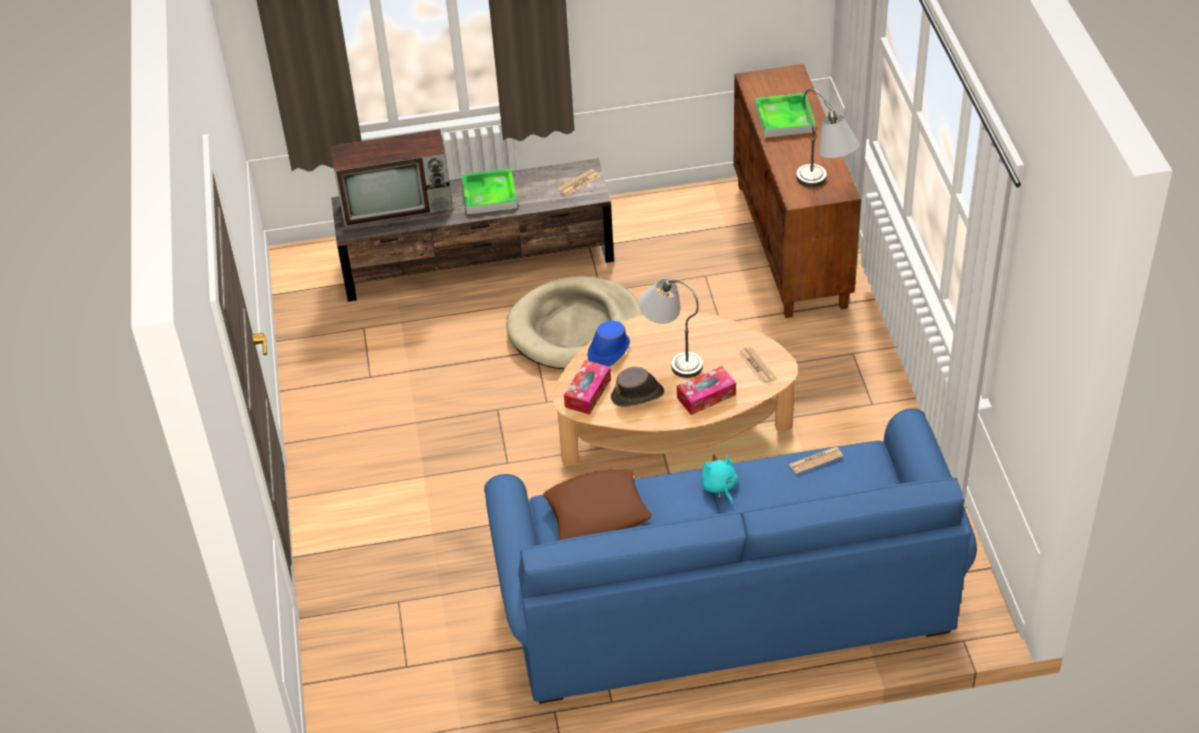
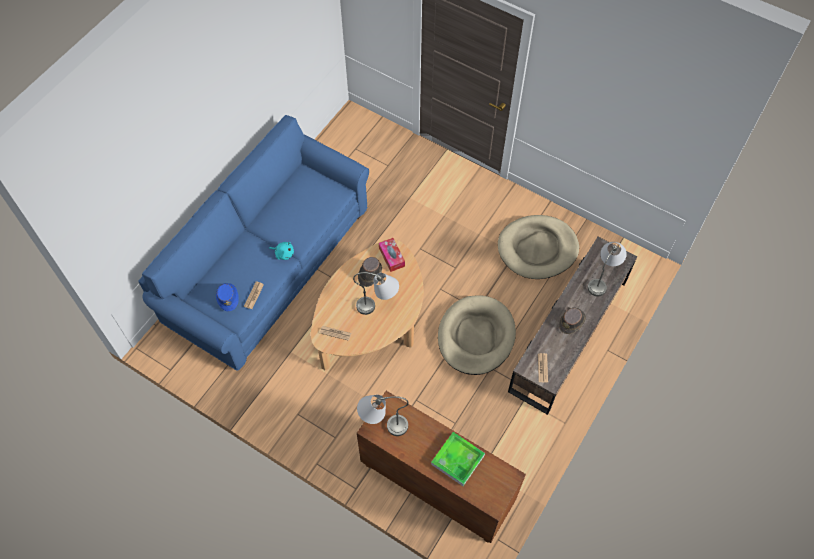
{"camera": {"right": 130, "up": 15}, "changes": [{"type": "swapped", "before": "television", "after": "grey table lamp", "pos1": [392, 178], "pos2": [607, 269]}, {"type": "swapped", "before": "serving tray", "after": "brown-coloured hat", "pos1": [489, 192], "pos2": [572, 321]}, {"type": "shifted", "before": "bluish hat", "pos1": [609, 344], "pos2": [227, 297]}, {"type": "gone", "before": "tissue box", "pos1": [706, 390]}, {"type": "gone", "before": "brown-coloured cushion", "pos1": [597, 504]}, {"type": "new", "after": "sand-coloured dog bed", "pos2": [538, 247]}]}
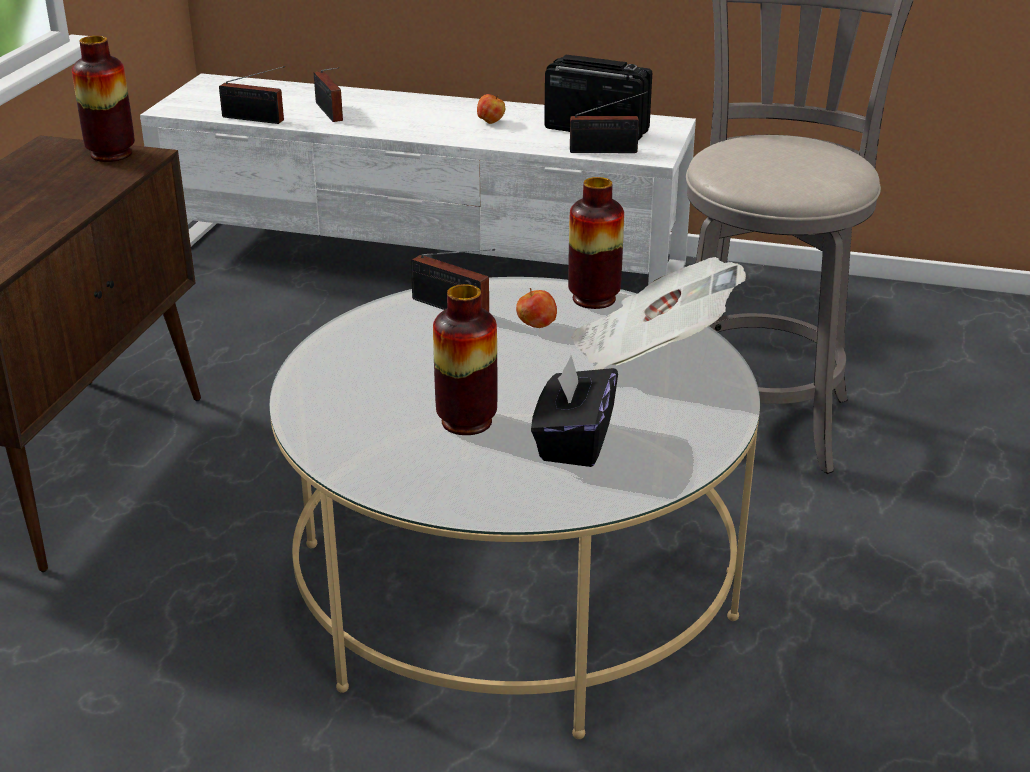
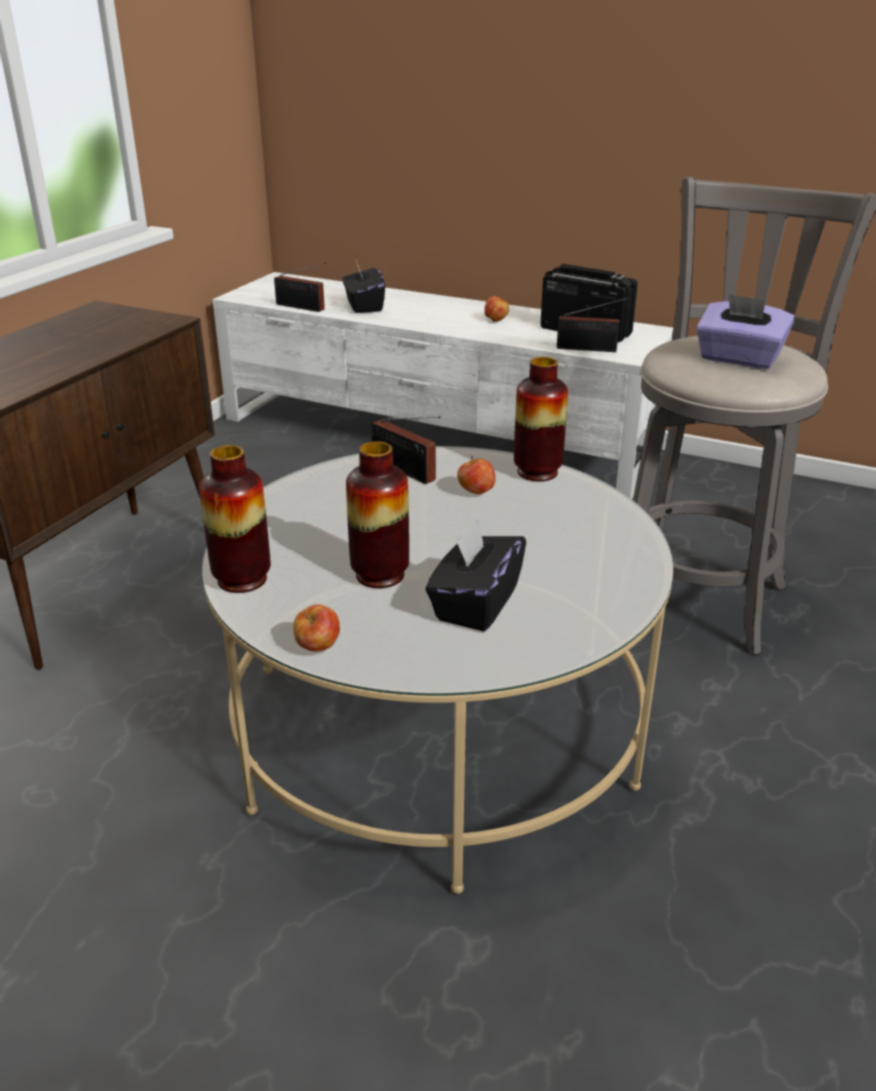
{"camera": {"right": 10, "up": 0}, "changes": [{"type": "shifted", "before": "decorative vase", "pos1": [103, 99], "pos2": [235, 519]}, {"type": "swapped", "before": "radio", "after": "black tissue box", "pos1": [328, 94], "pos2": [363, 287]}, {"type": "gone", "before": "printed paper", "pos1": [659, 313]}, {"type": "new", "after": "purple-coloured tissue box", "pos2": [745, 331]}, {"type": "new", "after": "apple", "pos2": [316, 627]}]}
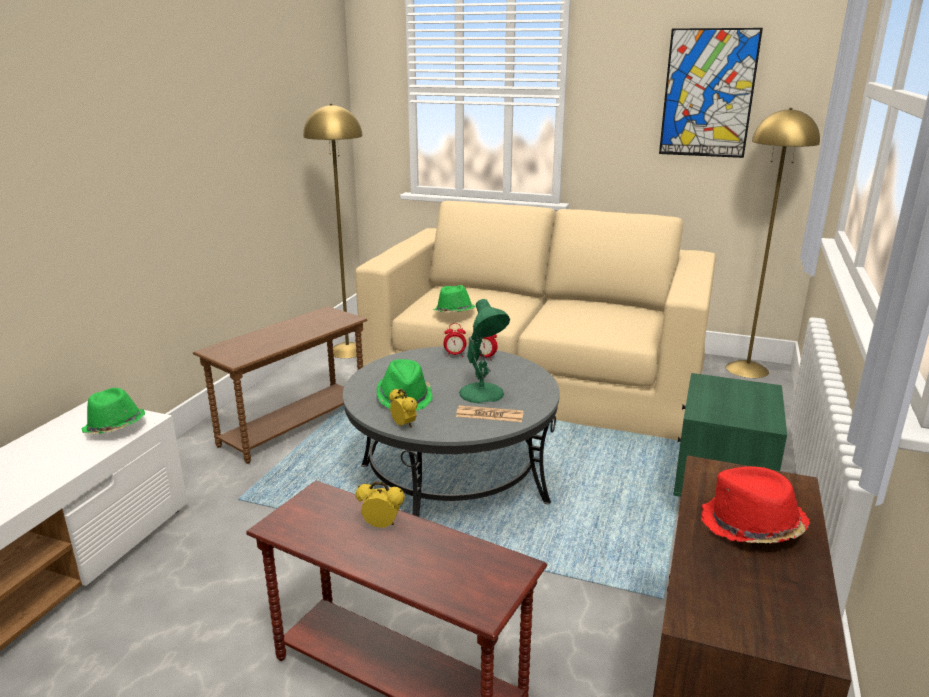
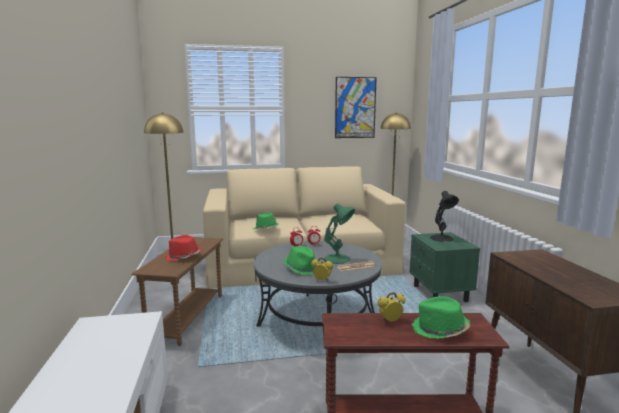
{"camera": {"right": -30, "up": -10}, "changes": [{"type": "shifted", "before": "green hat", "pos1": [113, 411], "pos2": [441, 317]}, {"type": "shifted", "before": "reddish hat", "pos1": [755, 504], "pos2": [184, 248]}, {"type": "new", "after": "black table lamp", "pos2": [444, 216]}]}
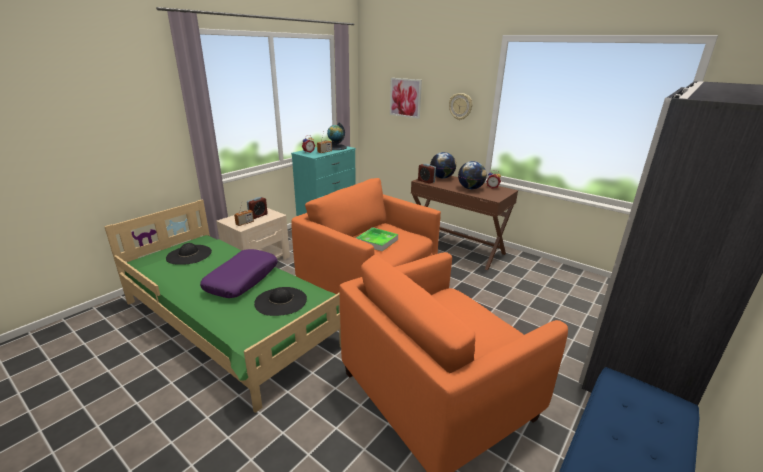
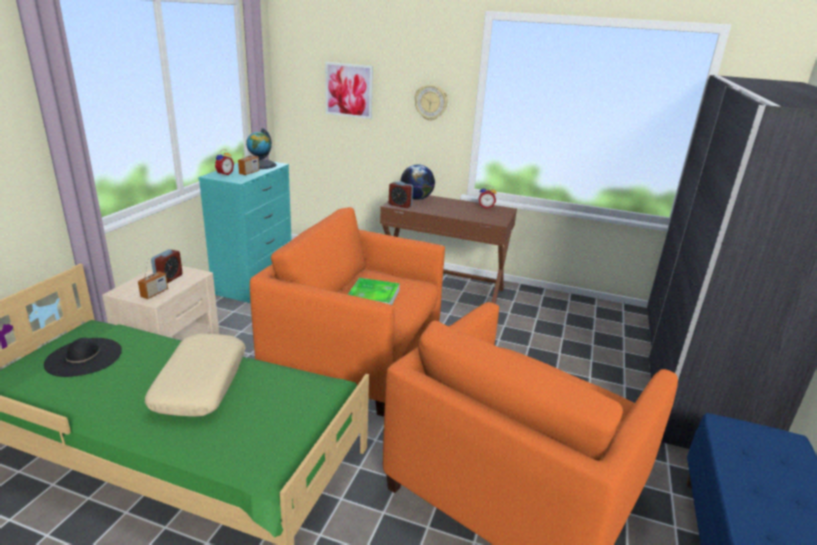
{"camera": {"right": -20, "up": 0}, "changes": [{"type": "gone", "before": "globe", "pos1": [472, 175]}, {"type": "repainted", "before": "purple-coloured cushion", "after": "sand-coloured cushion", "pos1": [239, 273], "pos2": [195, 375]}, {"type": "gone", "before": "black hat", "pos1": [280, 301]}]}
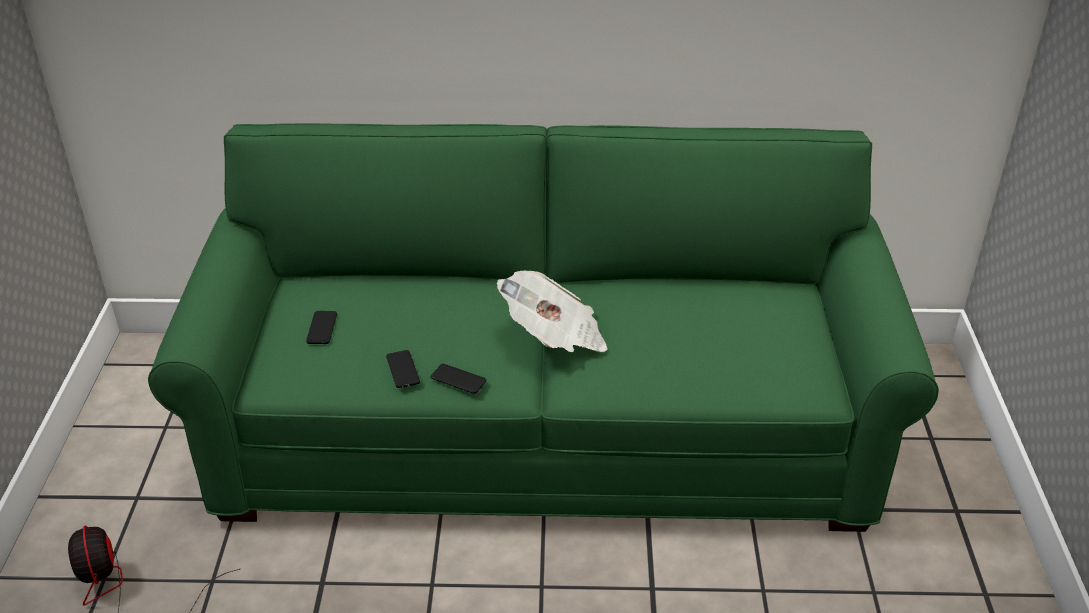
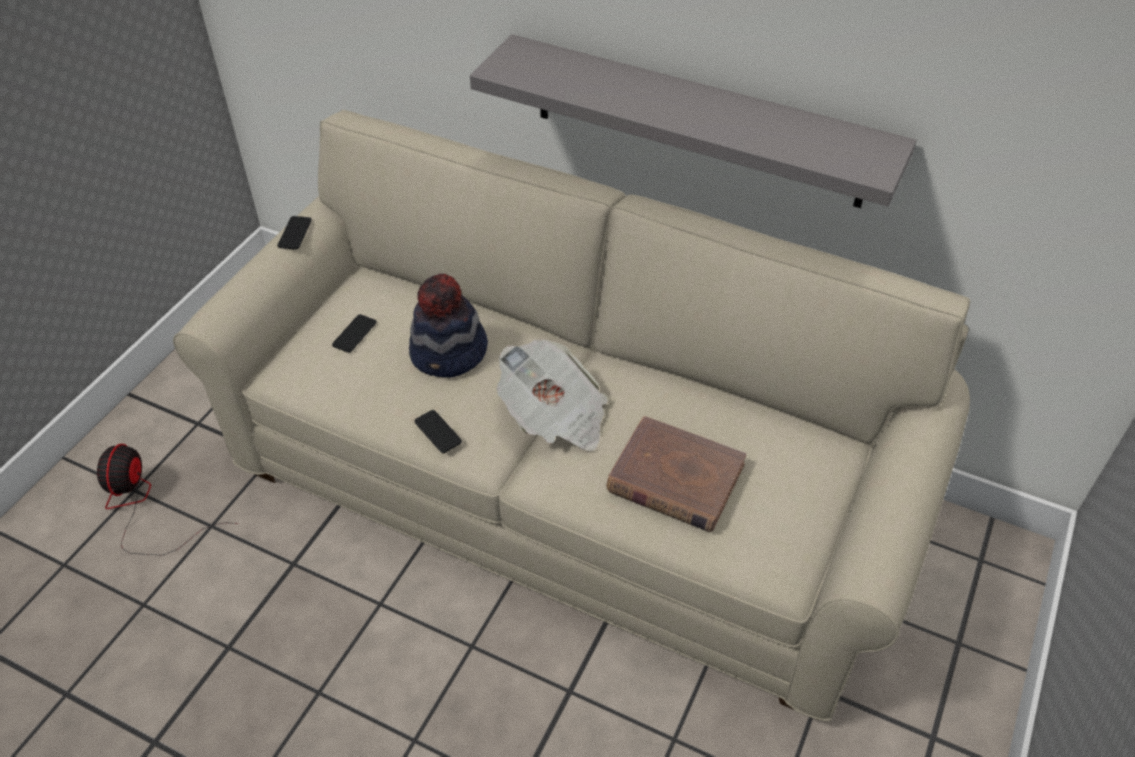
{"camera": {"right": 25, "up": 10}, "changes": [{"type": "repainted", "before": "green settee", "after": "sand-coloured settee", "pos1": [543, 327], "pos2": [571, 416]}, {"type": "shifted", "before": "telephone", "pos1": [403, 369], "pos2": [294, 233]}, {"type": "new", "after": "grey wall shelf", "pos2": [693, 121]}, {"type": "new", "after": "hat", "pos2": [448, 326]}, {"type": "new", "after": "brown-coloured bound book", "pos2": [676, 474]}]}
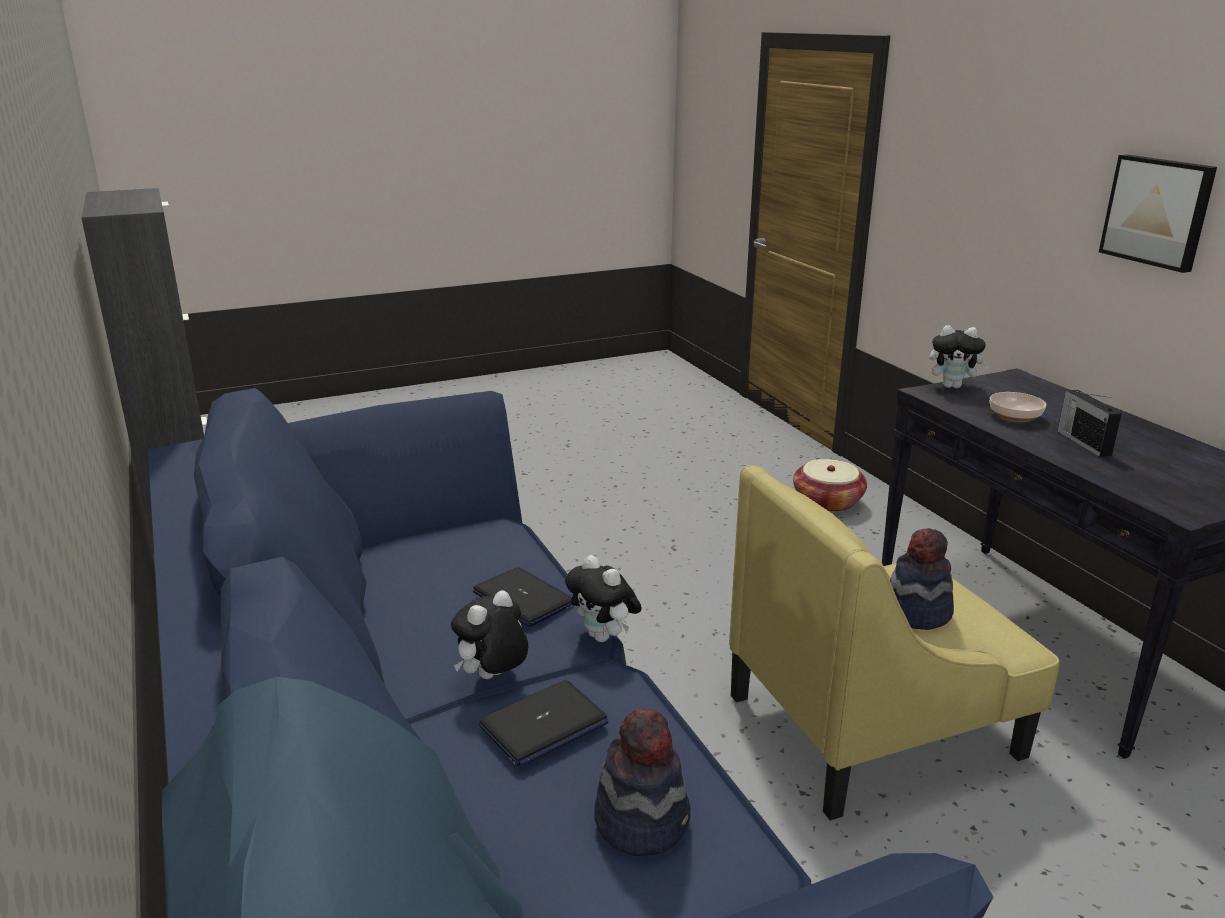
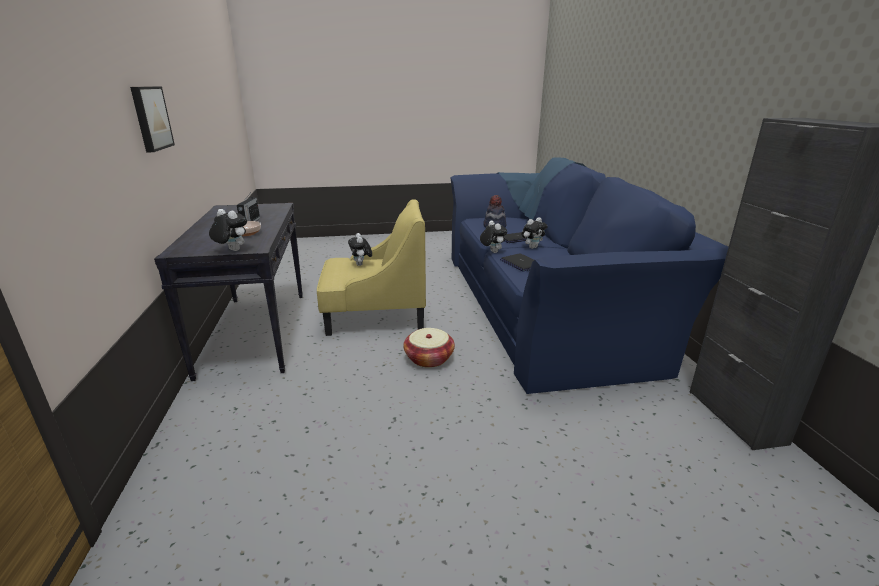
{"camera": {"right": -165, "up": 0}, "changes": [{"type": "shifted", "before": "household basket", "pos1": [830, 485], "pos2": [429, 348]}, {"type": "swapped", "before": "hat", "after": "plush toy", "pos1": [922, 579], "pos2": [360, 249]}]}
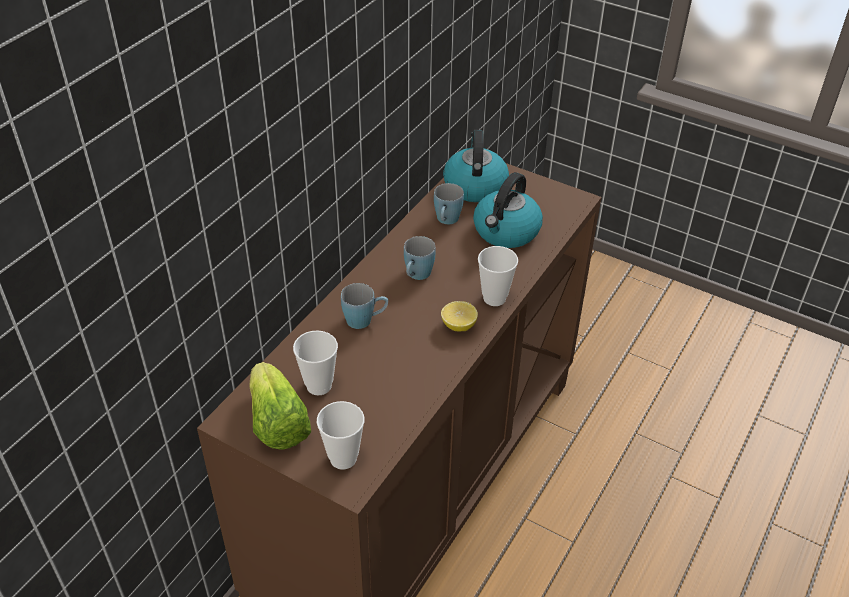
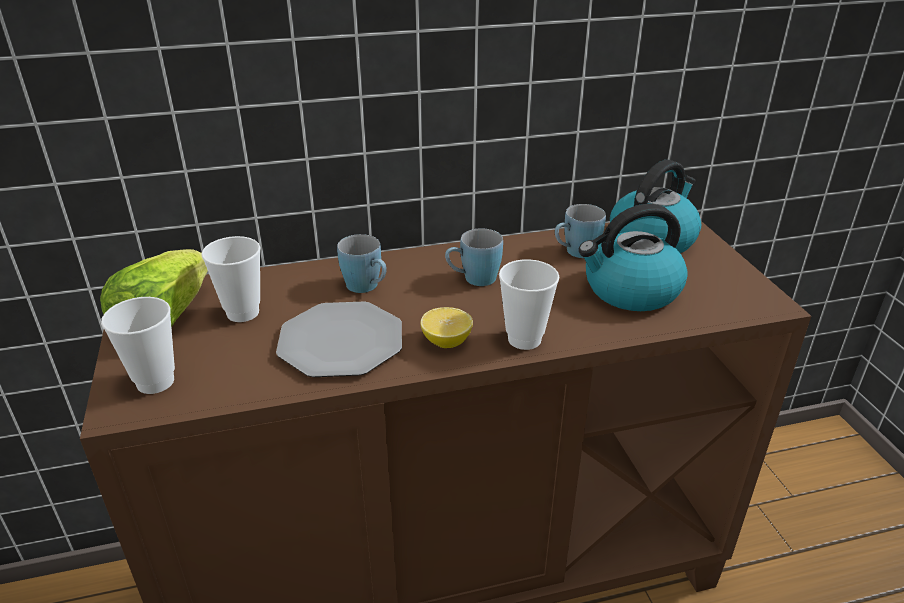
{"camera": {"right": 45, "up": -10}, "changes": [{"type": "new", "after": "flat dish", "pos2": [339, 339]}]}
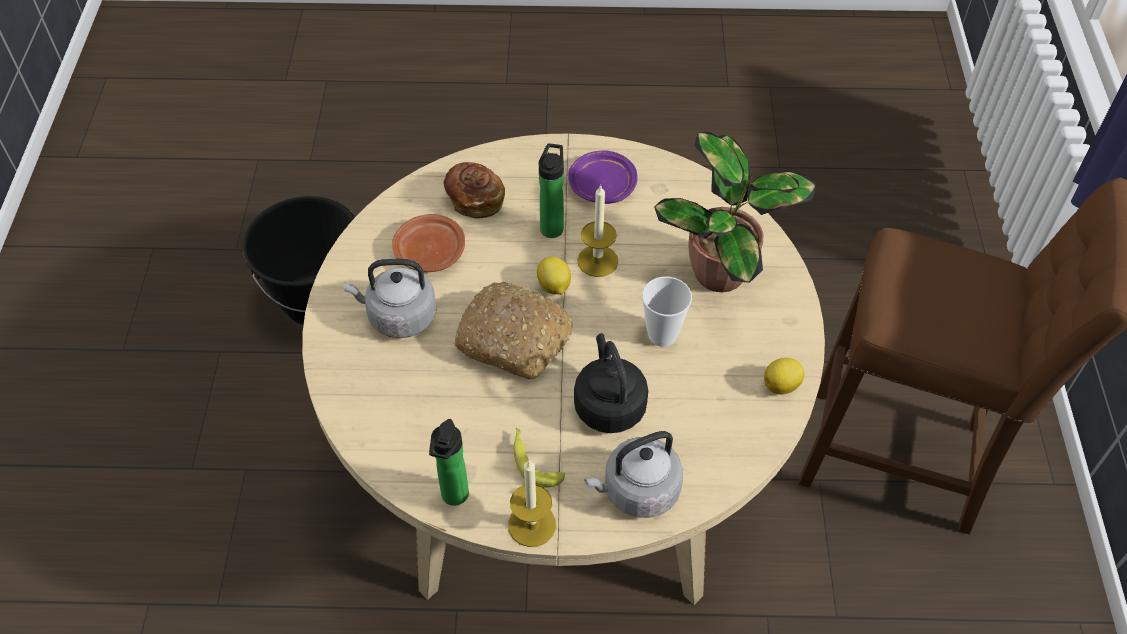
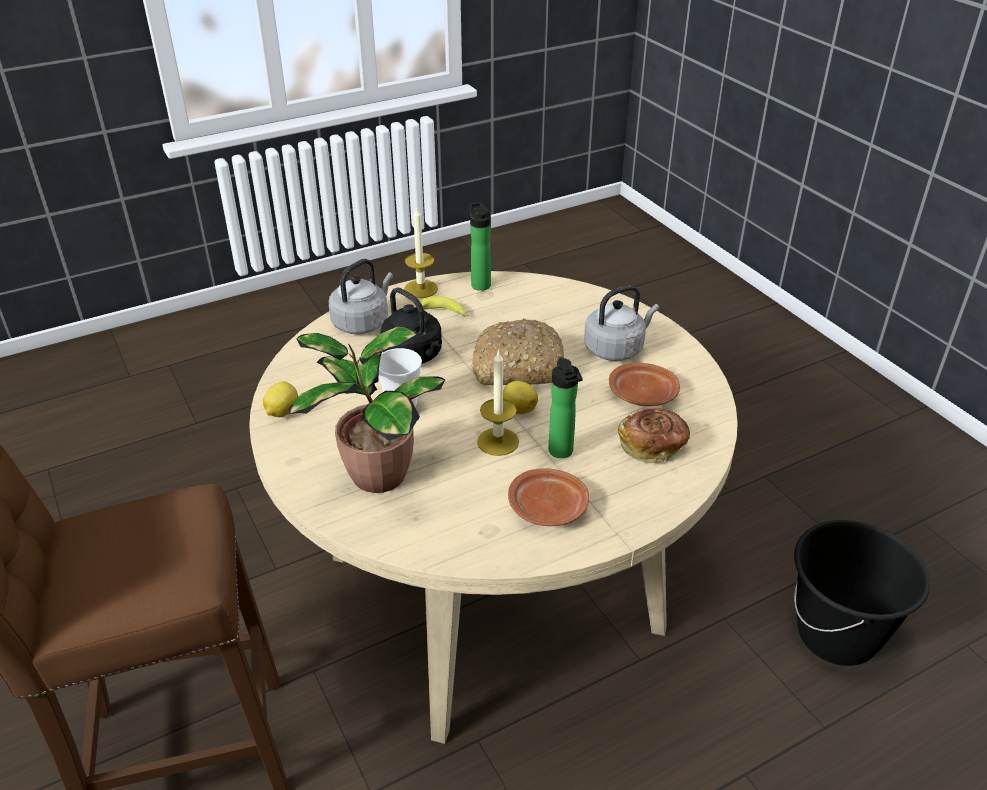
{"camera": {"right": 150, "up": -15}, "changes": [{"type": "repainted", "before": "purple-coloured flat dish", "after": "brown-coloured flat dish", "pos1": [602, 177], "pos2": [548, 497]}]}
